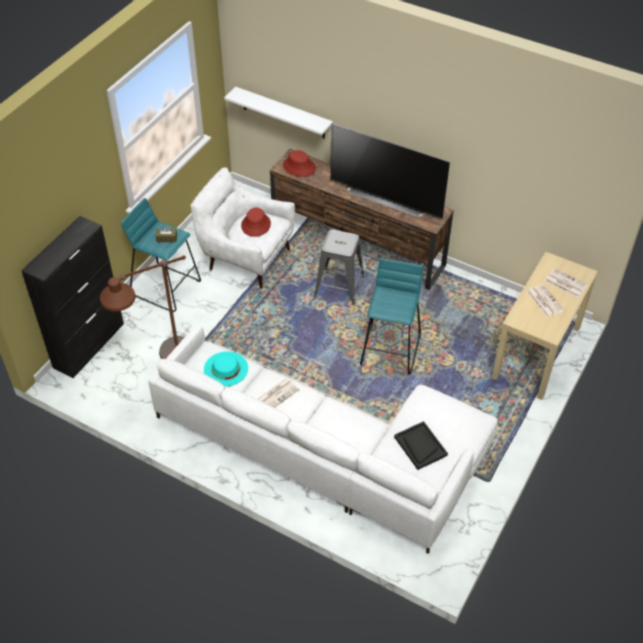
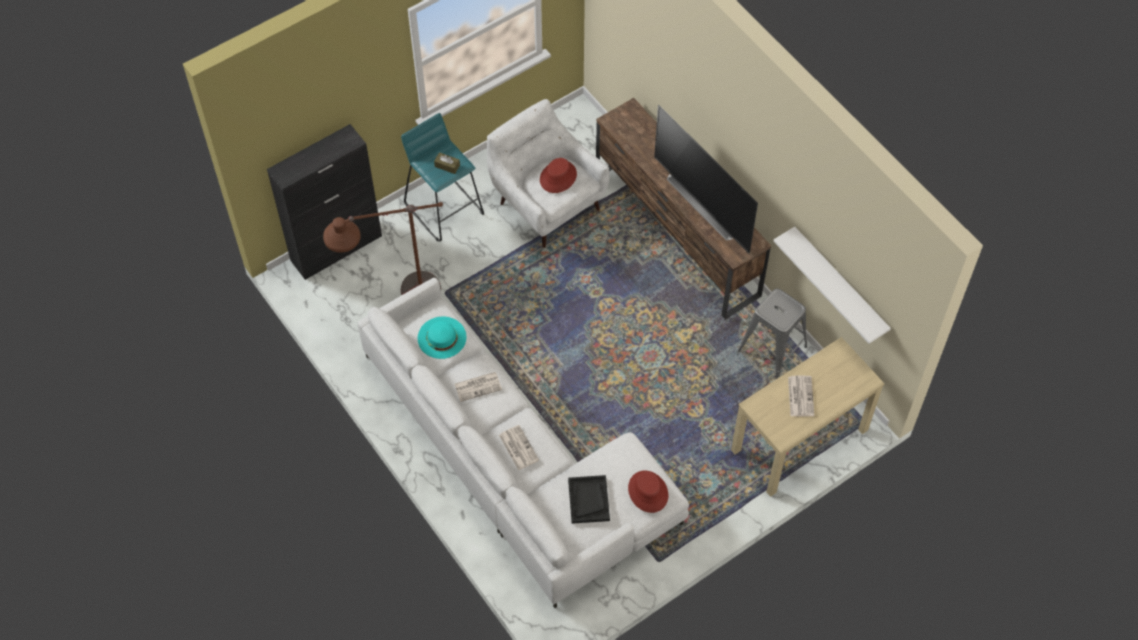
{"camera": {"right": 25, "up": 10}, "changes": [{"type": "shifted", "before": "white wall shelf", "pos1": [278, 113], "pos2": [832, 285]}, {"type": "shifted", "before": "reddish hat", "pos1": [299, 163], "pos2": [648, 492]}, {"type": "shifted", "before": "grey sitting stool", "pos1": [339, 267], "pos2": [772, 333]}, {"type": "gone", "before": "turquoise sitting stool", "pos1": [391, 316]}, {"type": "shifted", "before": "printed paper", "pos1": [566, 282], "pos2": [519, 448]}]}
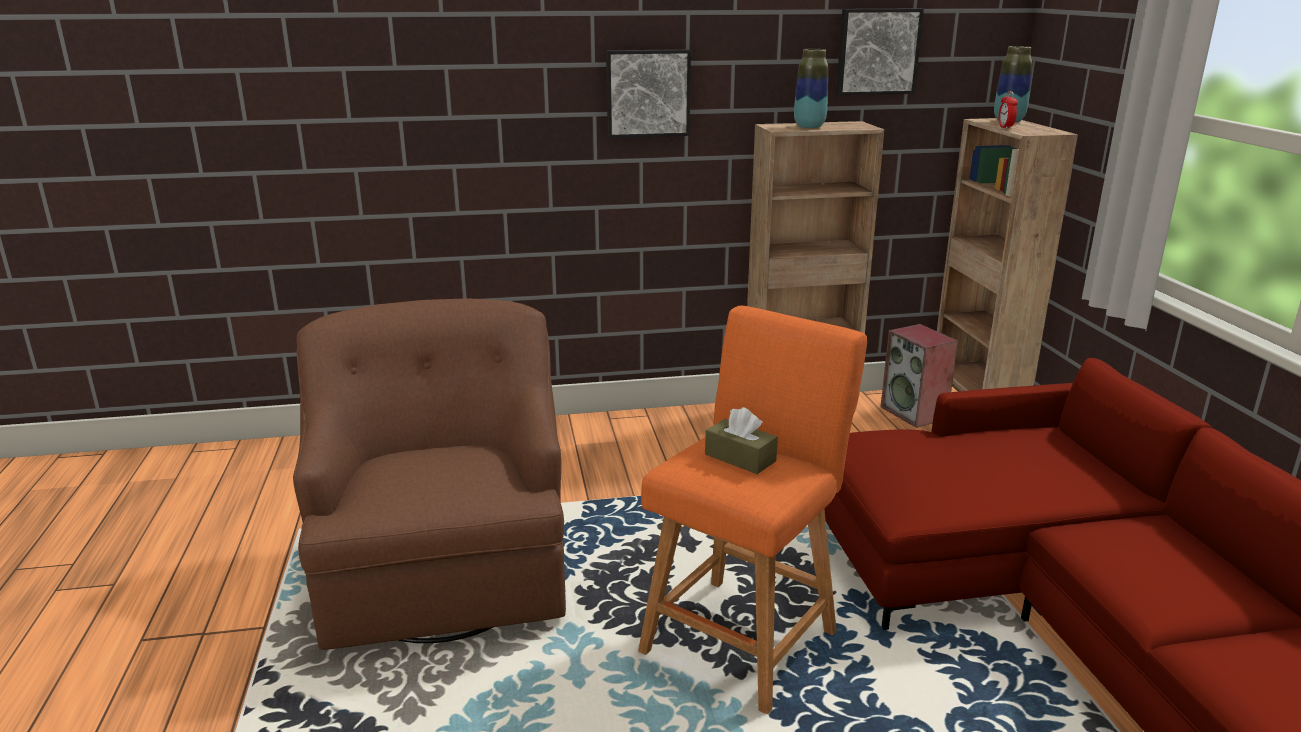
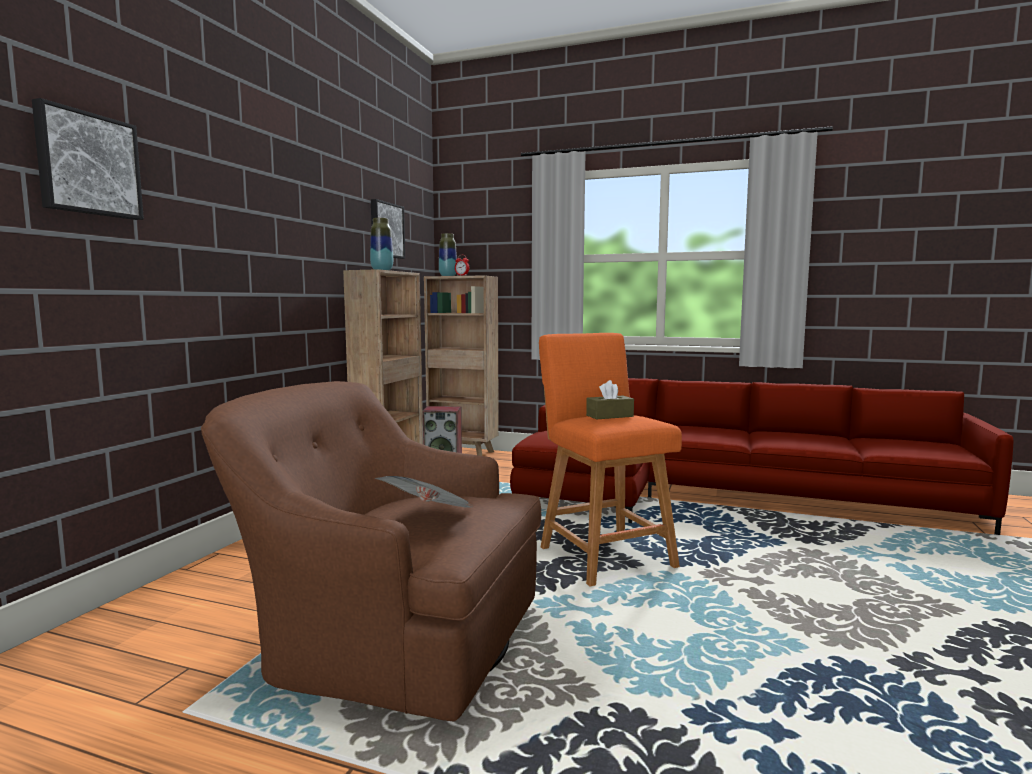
{"camera": {"right": -60, "up": -15}, "changes": [{"type": "shifted", "before": "picture", "pos1": [648, 93], "pos2": [88, 159]}, {"type": "new", "after": "printed paper", "pos2": [424, 492]}]}
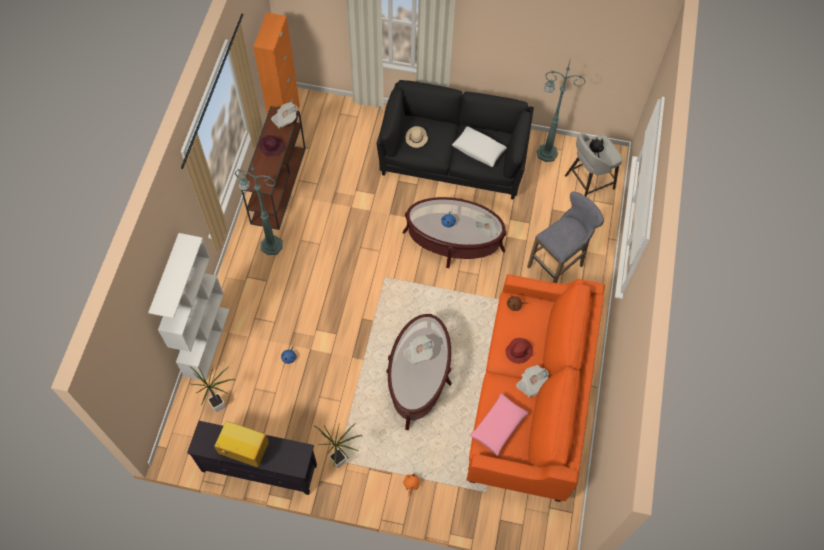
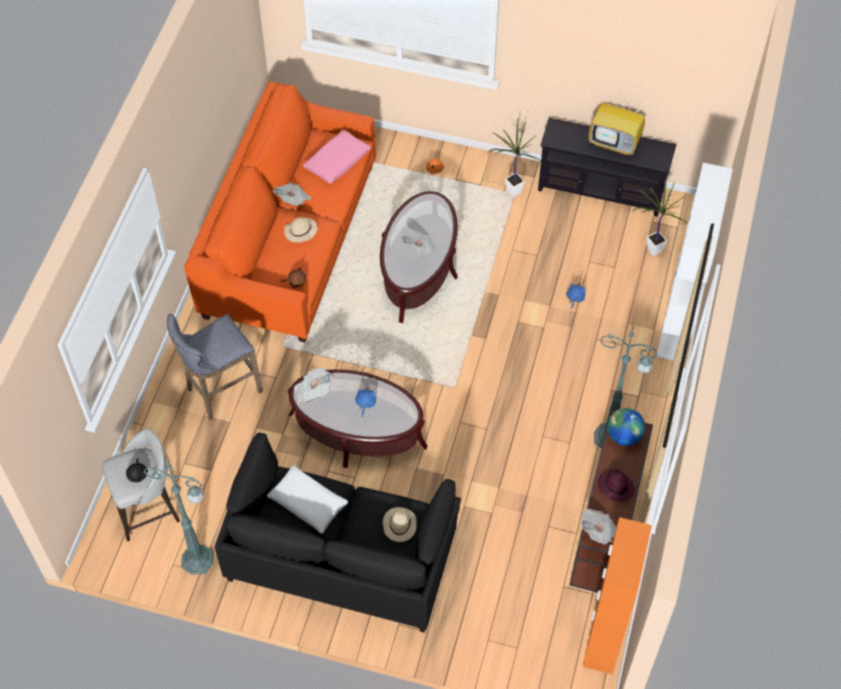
{"camera": {"right": -175, "up": -5}, "changes": [{"type": "repainted", "before": "reddish hat", "after": "sand-coloured hat", "pos1": [519, 351], "pos2": [301, 230]}, {"type": "new", "after": "globe", "pos2": [626, 427]}]}
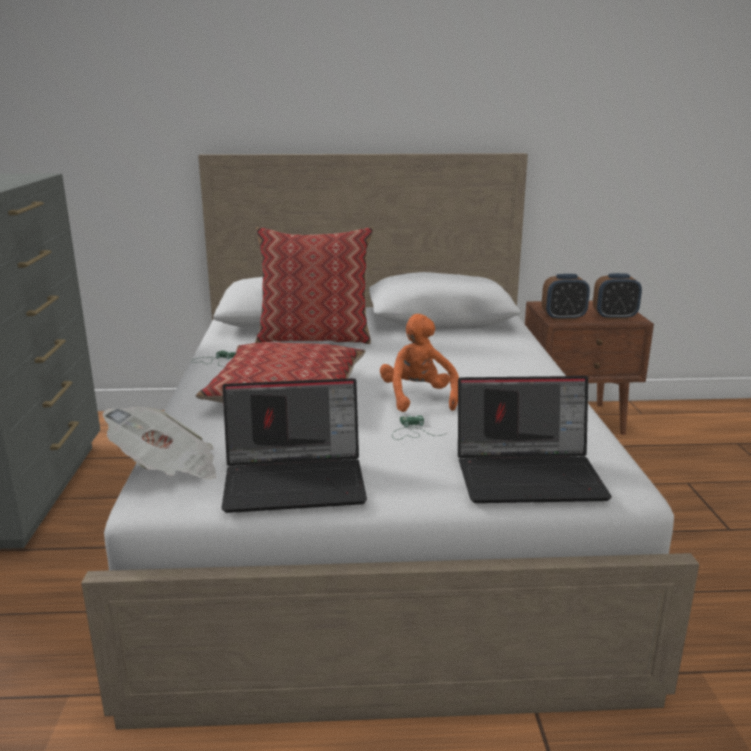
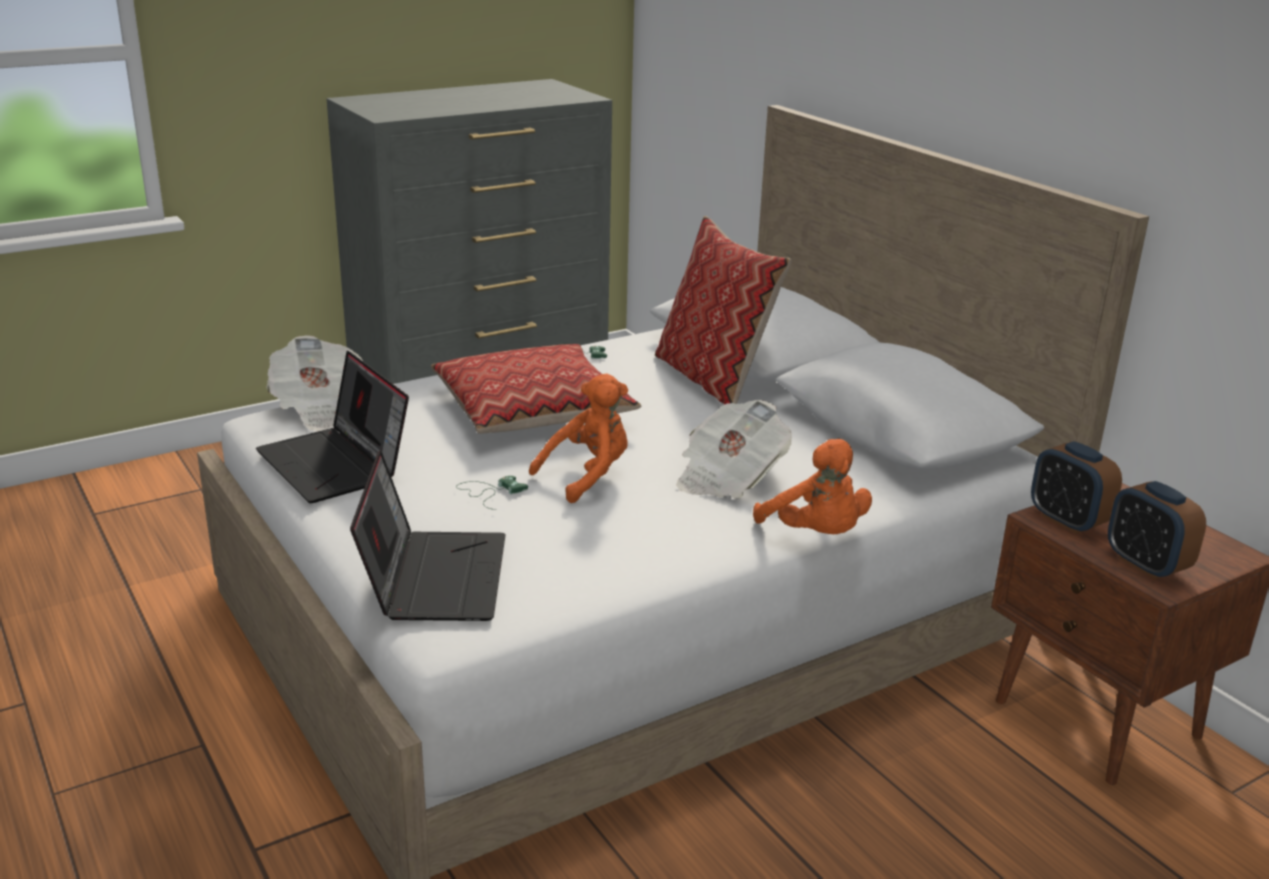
{"camera": {"right": 60, "up": 5}, "changes": [{"type": "rotated", "before": "laptop", "pos1": [535, 439], "pos2": [428, 535], "turn": -150}, {"type": "new", "after": "printed paper", "pos2": [734, 449]}, {"type": "new", "after": "orange plush toy", "pos2": [812, 486]}]}
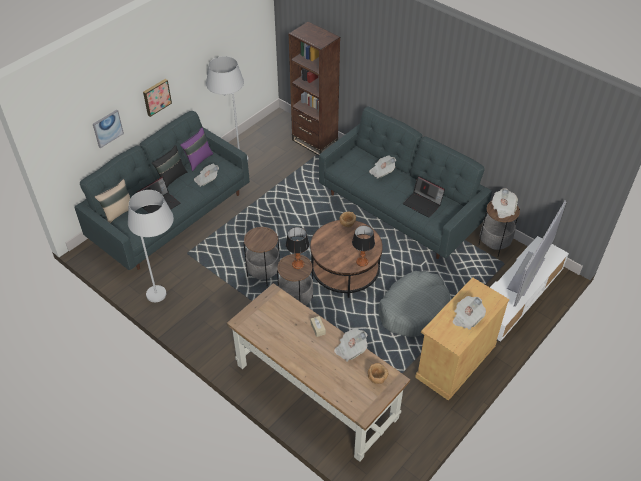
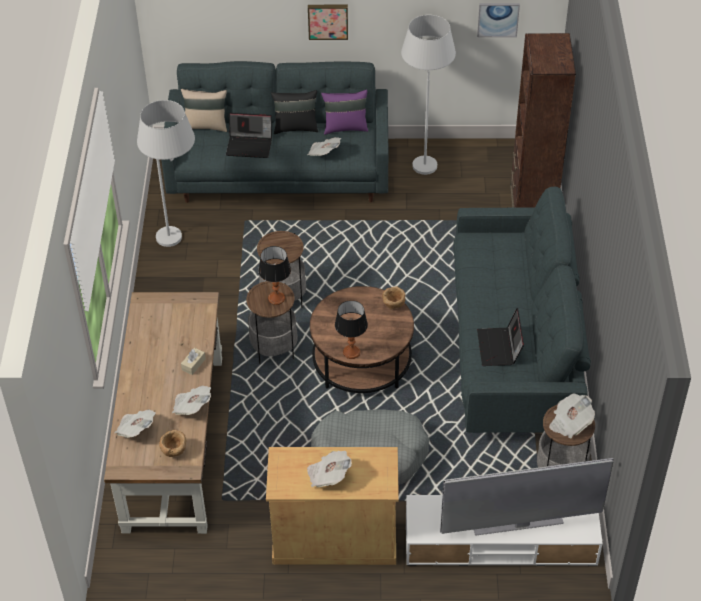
{"camera": {"right": 50, "up": 0}, "changes": [{"type": "shifted", "before": "picture", "pos1": [108, 129], "pos2": [498, 20]}, {"type": "shifted", "before": "printed paper", "pos1": [382, 167], "pos2": [135, 423]}]}
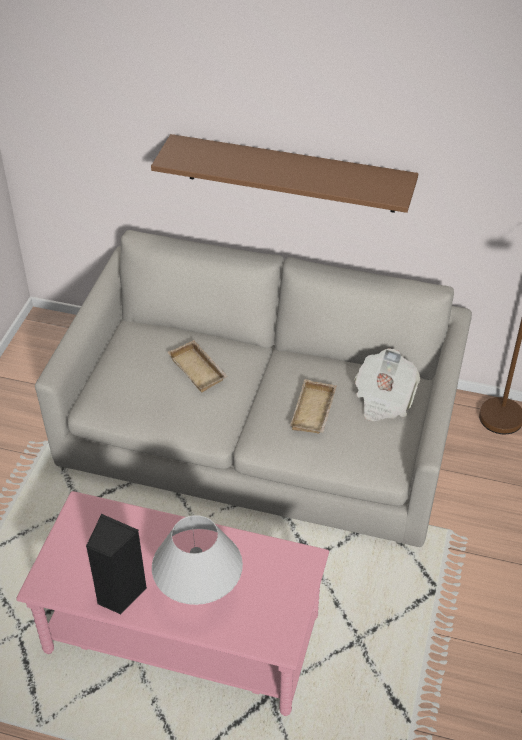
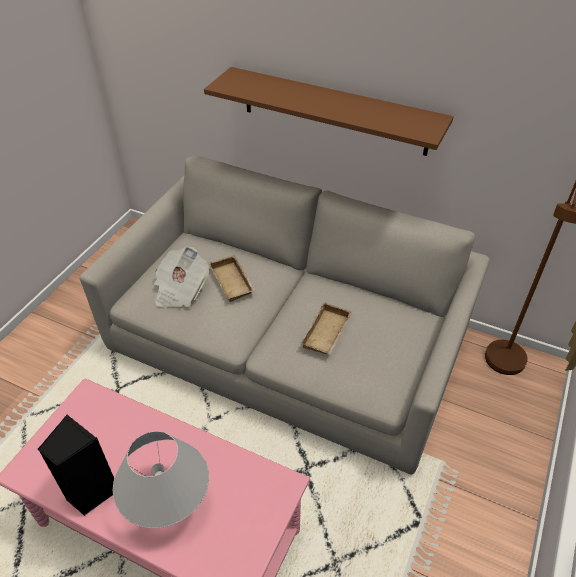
{"camera": {"right": 10, "up": 0}, "changes": [{"type": "shifted", "before": "printed paper", "pos1": [387, 385], "pos2": [181, 277]}]}
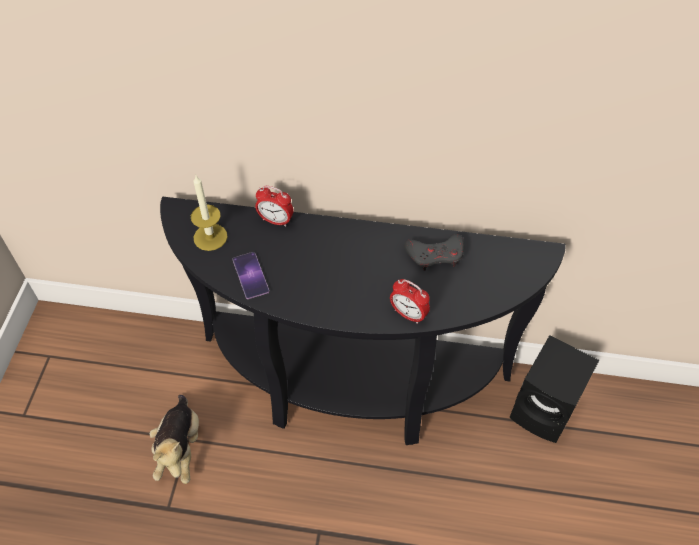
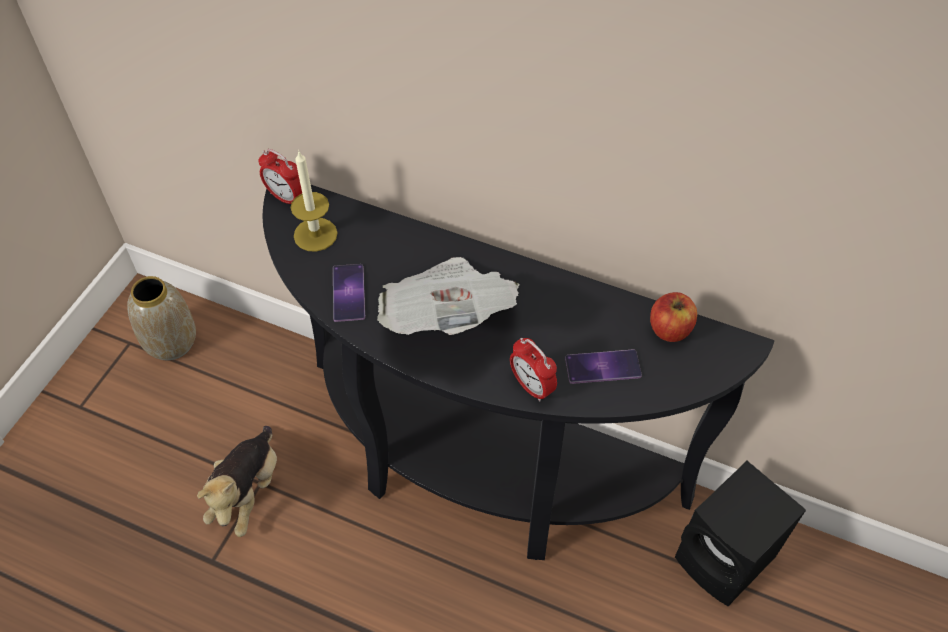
{"camera": {"right": 15, "up": 0}, "changes": [{"type": "shifted", "before": "alarm clock", "pos1": [274, 206], "pos2": [280, 176]}, {"type": "gone", "before": "grey game controller", "pos1": [434, 252]}, {"type": "new", "after": "printed paper", "pos2": [448, 296]}, {"type": "new", "after": "decorative vase", "pos2": [161, 318]}, {"type": "new", "after": "apple", "pos2": [673, 317]}, {"type": "new", "after": "telephone", "pos2": [603, 366]}]}
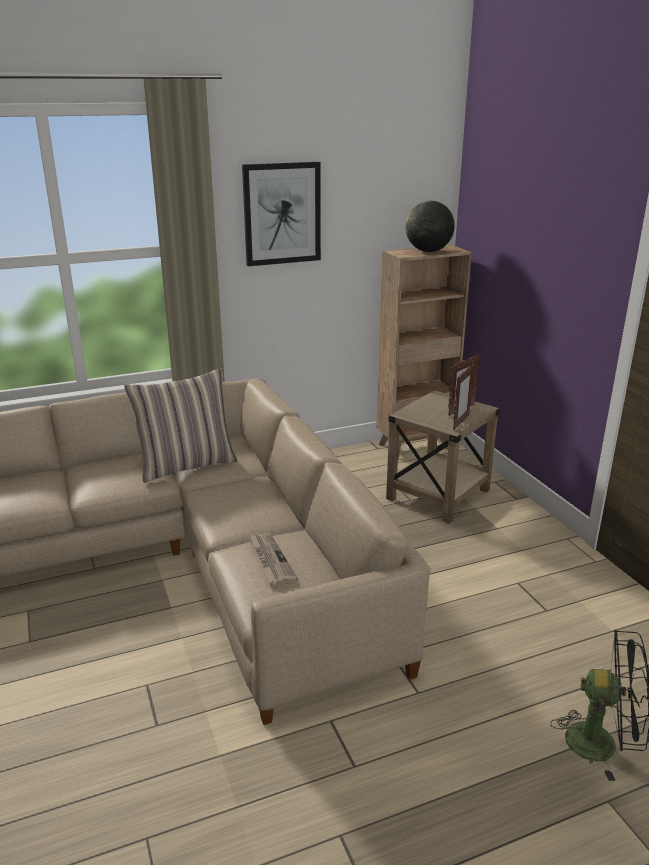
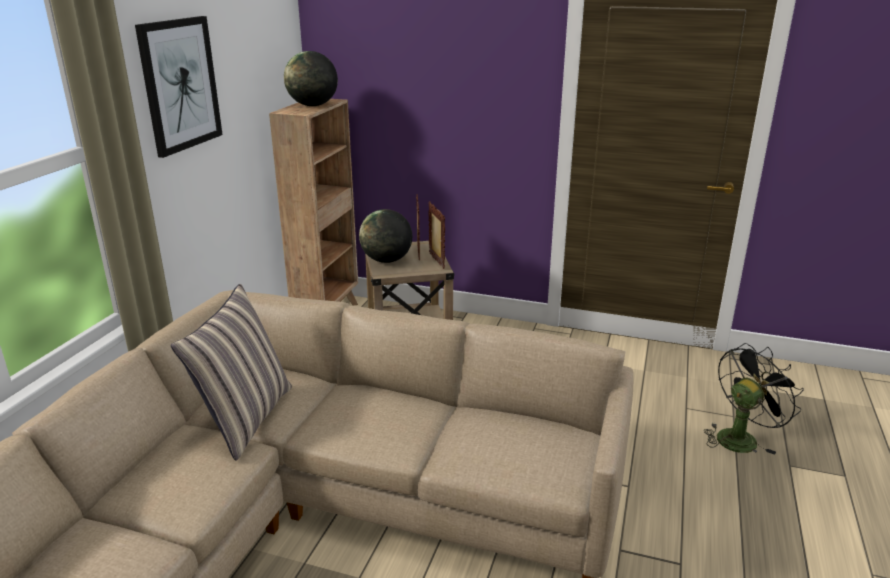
{"camera": {"right": -50, "up": 0}, "changes": [{"type": "gone", "before": "printed paper", "pos1": [273, 559]}, {"type": "new", "after": "globe", "pos2": [385, 236]}]}
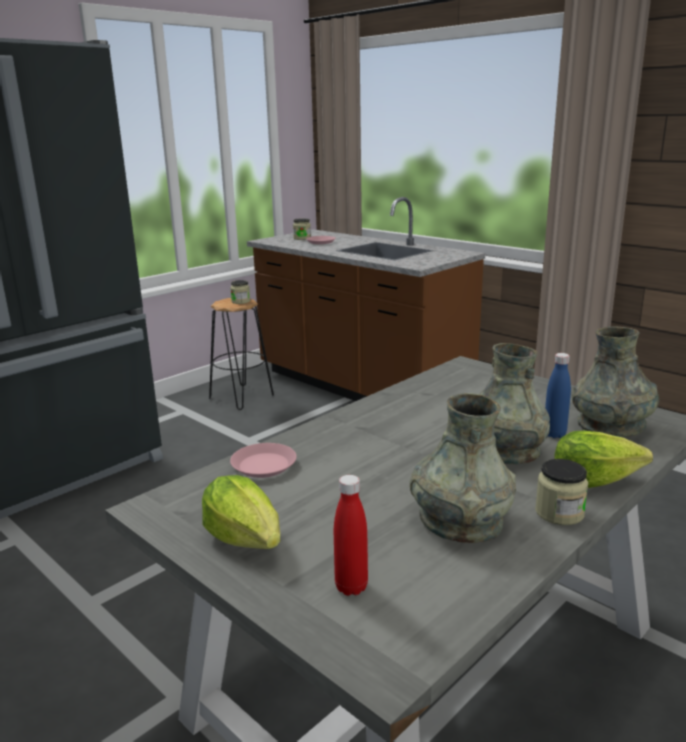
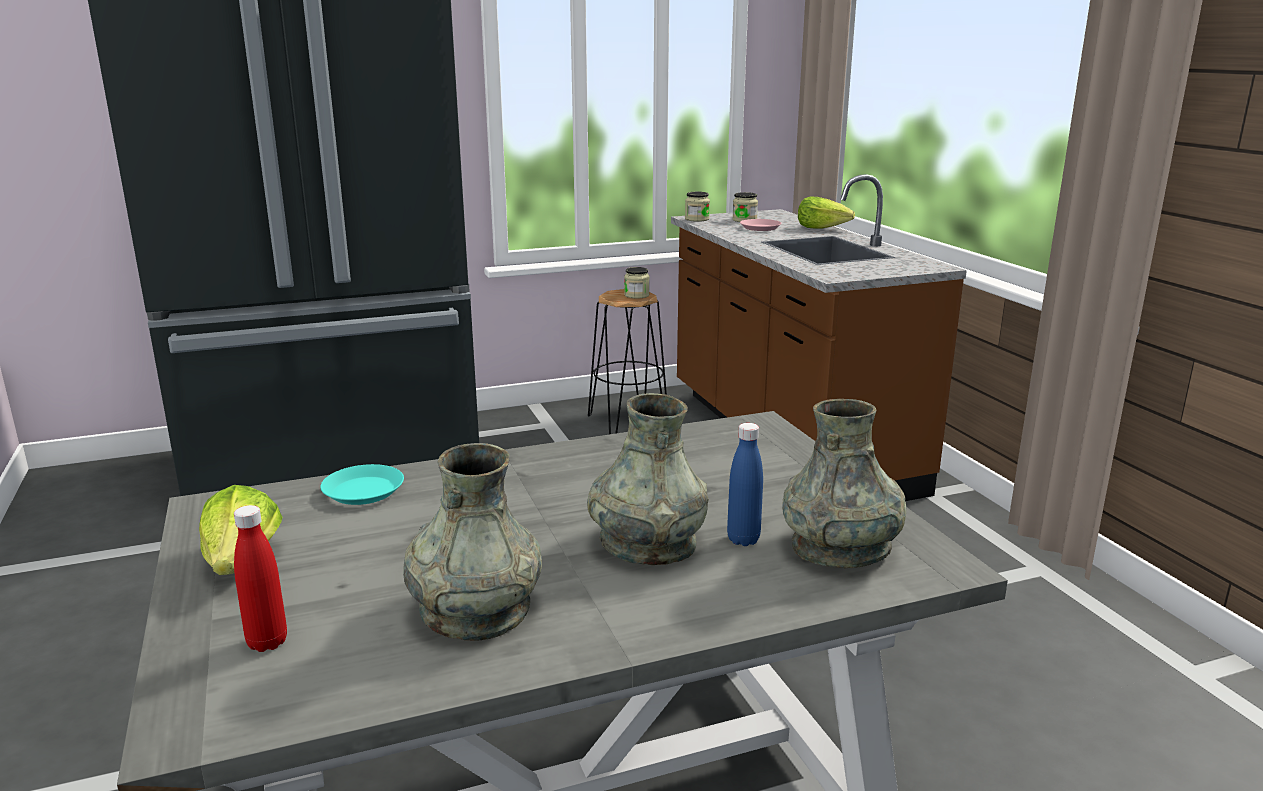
{"camera": {"right": 25, "up": 0}, "changes": [{"type": "shifted", "before": "head of lettuce", "pos1": [604, 459], "pos2": [826, 212]}, {"type": "repainted", "before": "pink flat dish", "after": "turquoise flat dish", "pos1": [263, 460], "pos2": [362, 484]}, {"type": "shifted", "before": "storage jar", "pos1": [561, 492], "pos2": [697, 207]}]}
